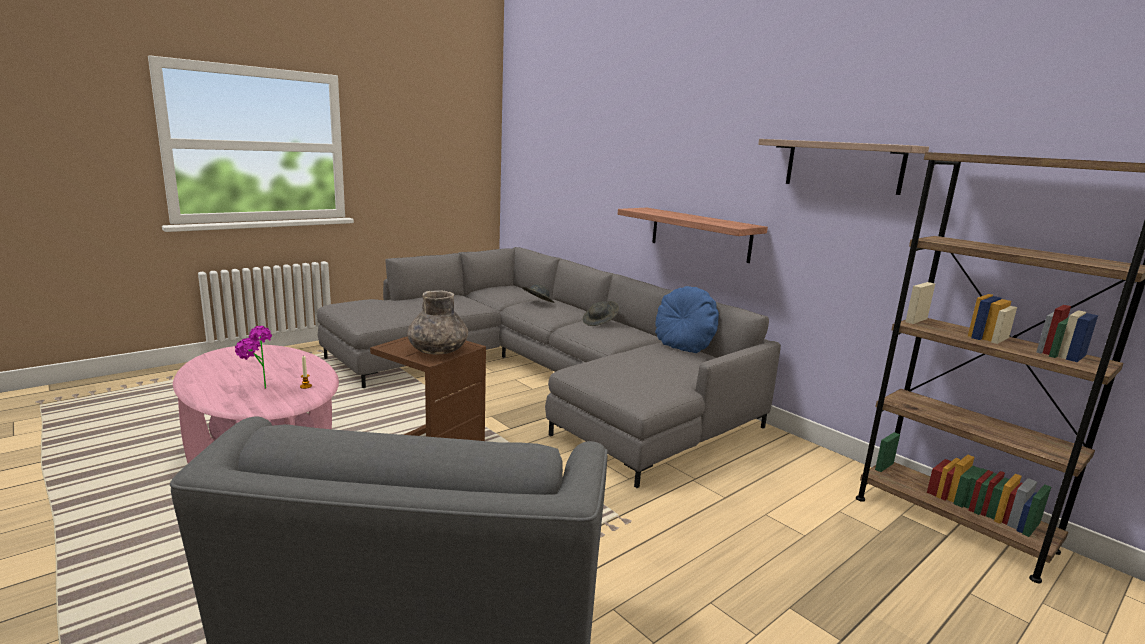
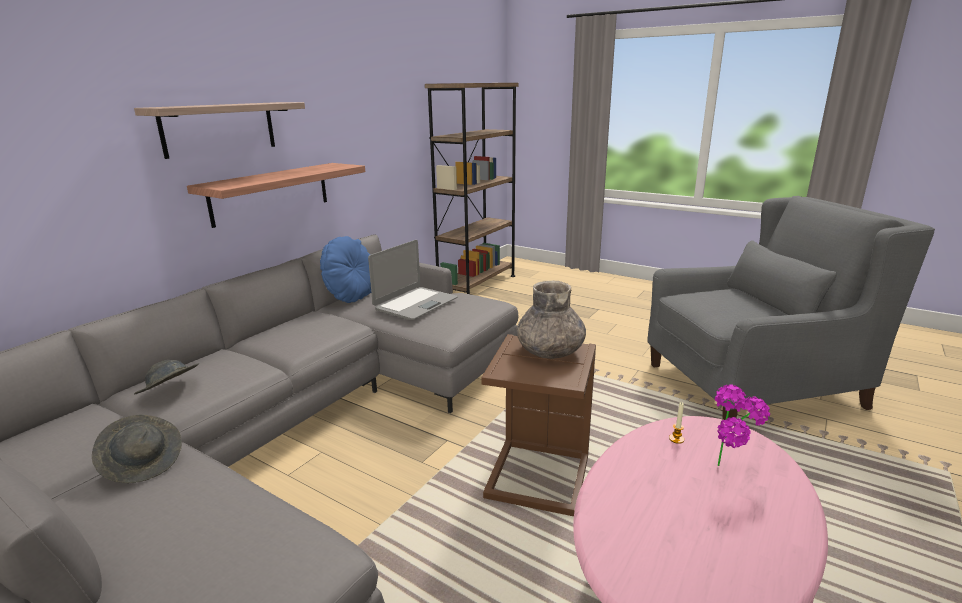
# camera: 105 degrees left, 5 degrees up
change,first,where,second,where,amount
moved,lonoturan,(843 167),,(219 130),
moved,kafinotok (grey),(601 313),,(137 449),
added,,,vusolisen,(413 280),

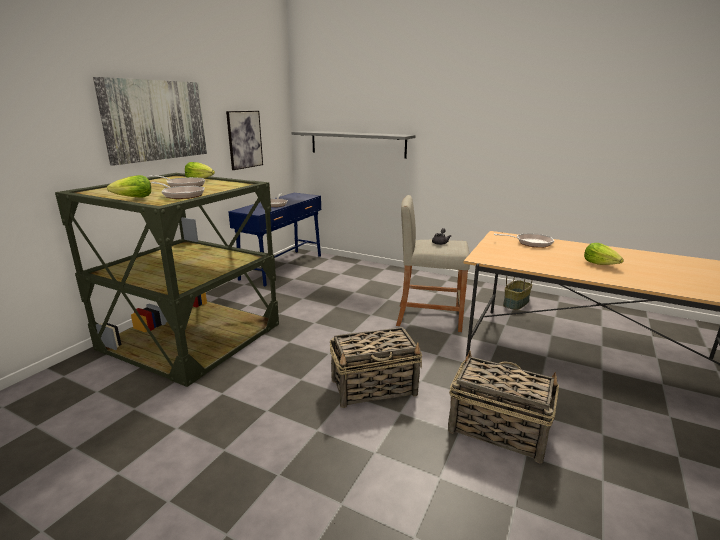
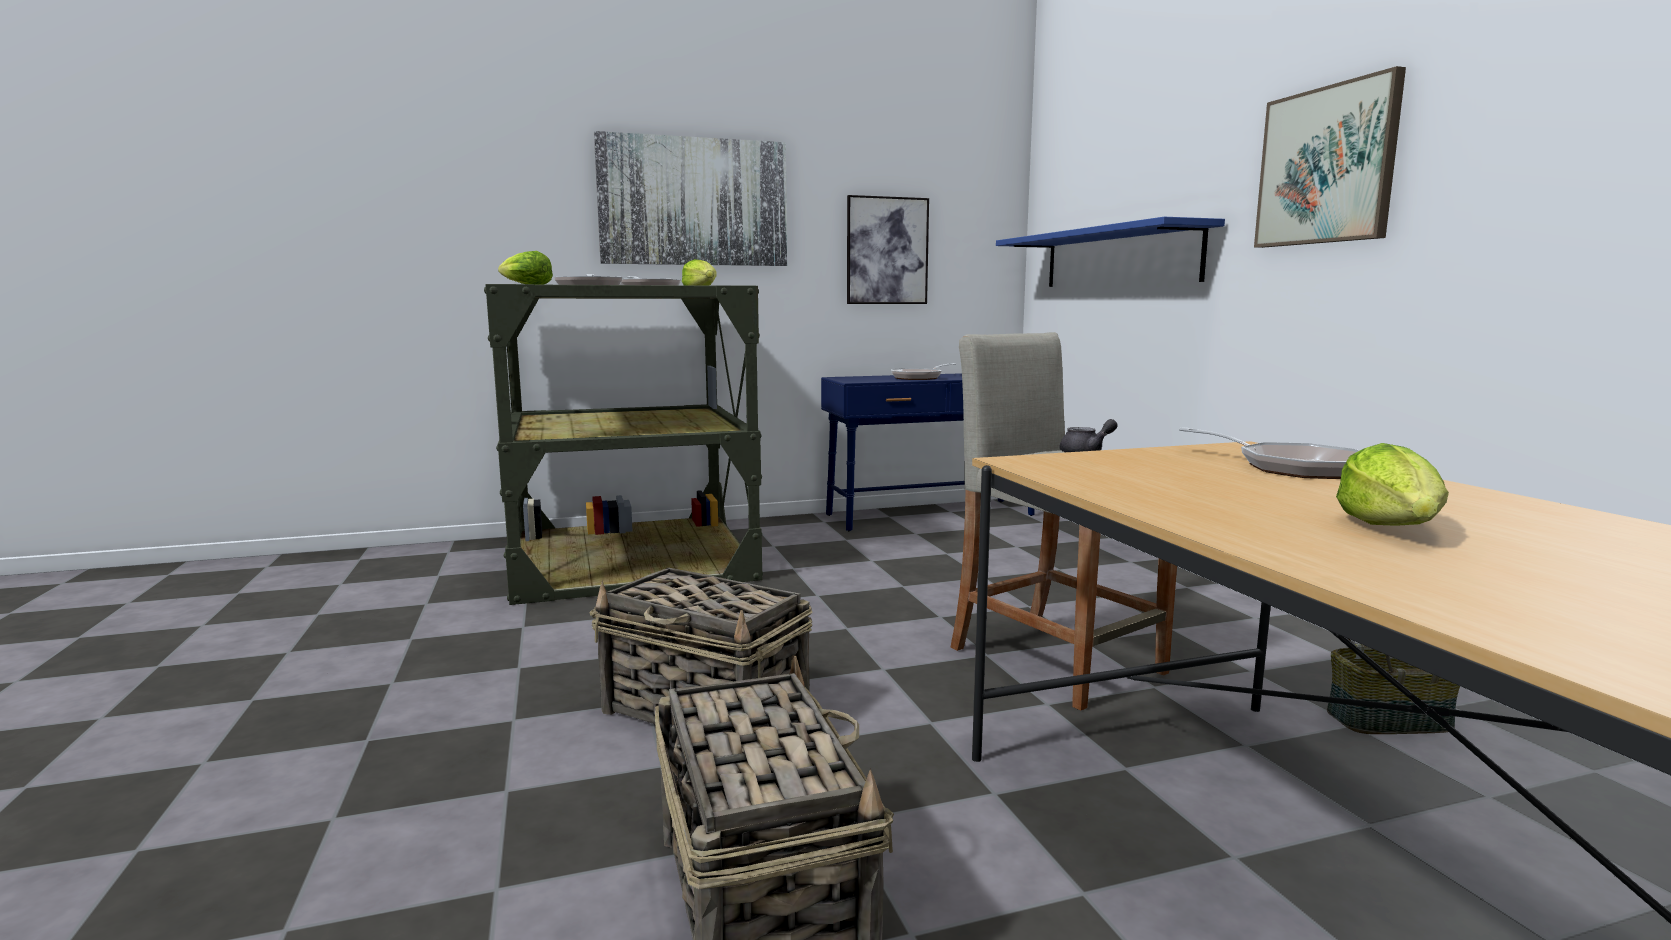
# camera: 45 degrees right, 10 degrees down
change,first,where,second,where,amount
recoloured,lonoturan (grey),(353 145),lonoturan (blue),(1110 252),
added,,,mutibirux,(1330 157),

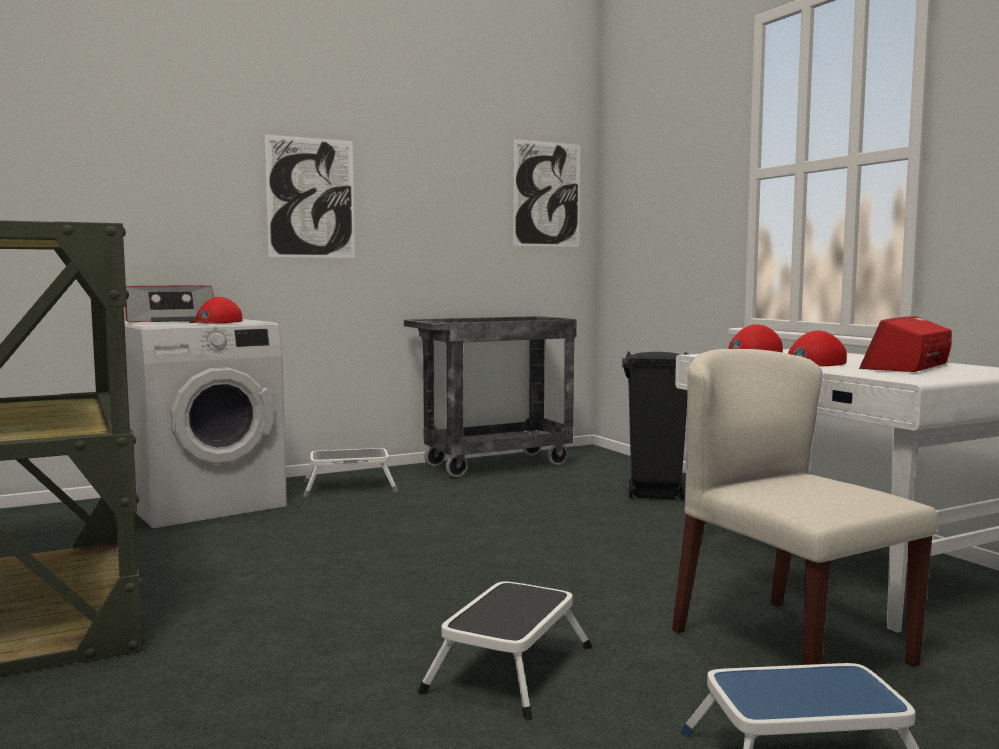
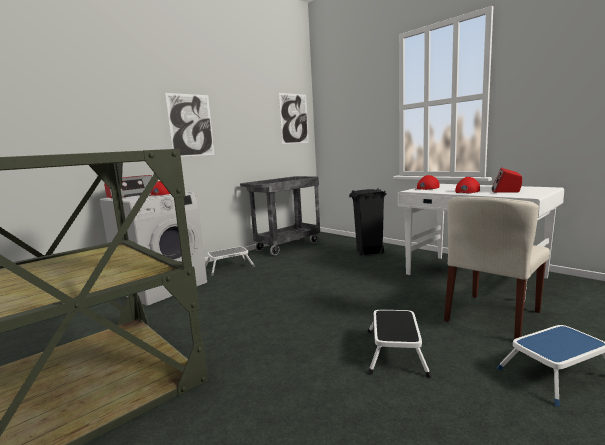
# camera: 15 degrees left, 5 degrees up
change,first,where,second,where,amount
turned,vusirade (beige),(805 508),,(497 268),90 degrees counterclockwise

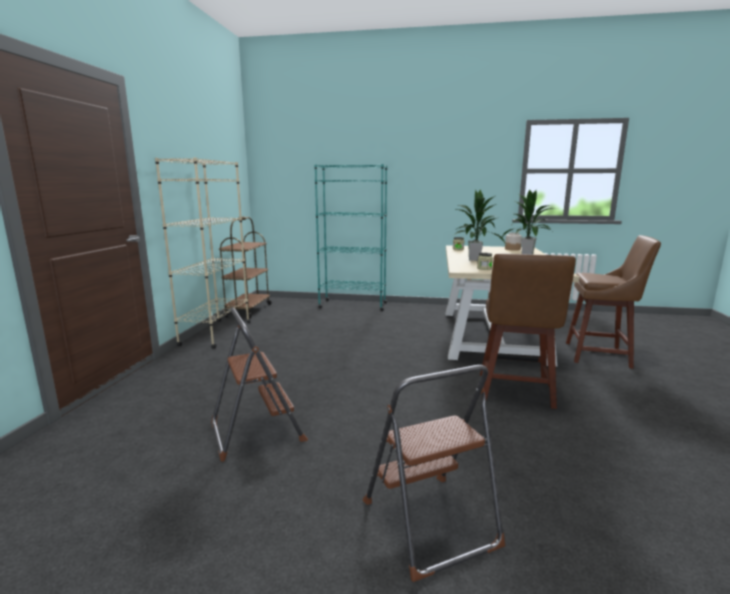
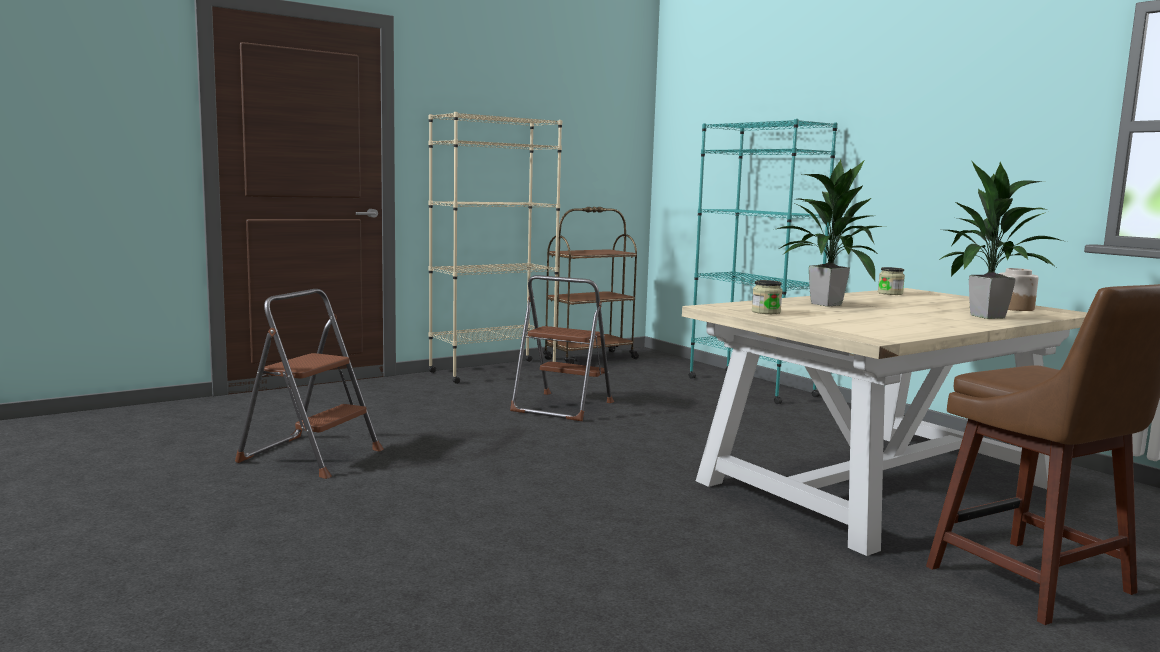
# camera: 45 degrees right, 5 degrees down
change,first,where,second,where,amount
removed,vusirade (brown),(528 331),,,
moved,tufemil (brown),(433 473),,(562 348),

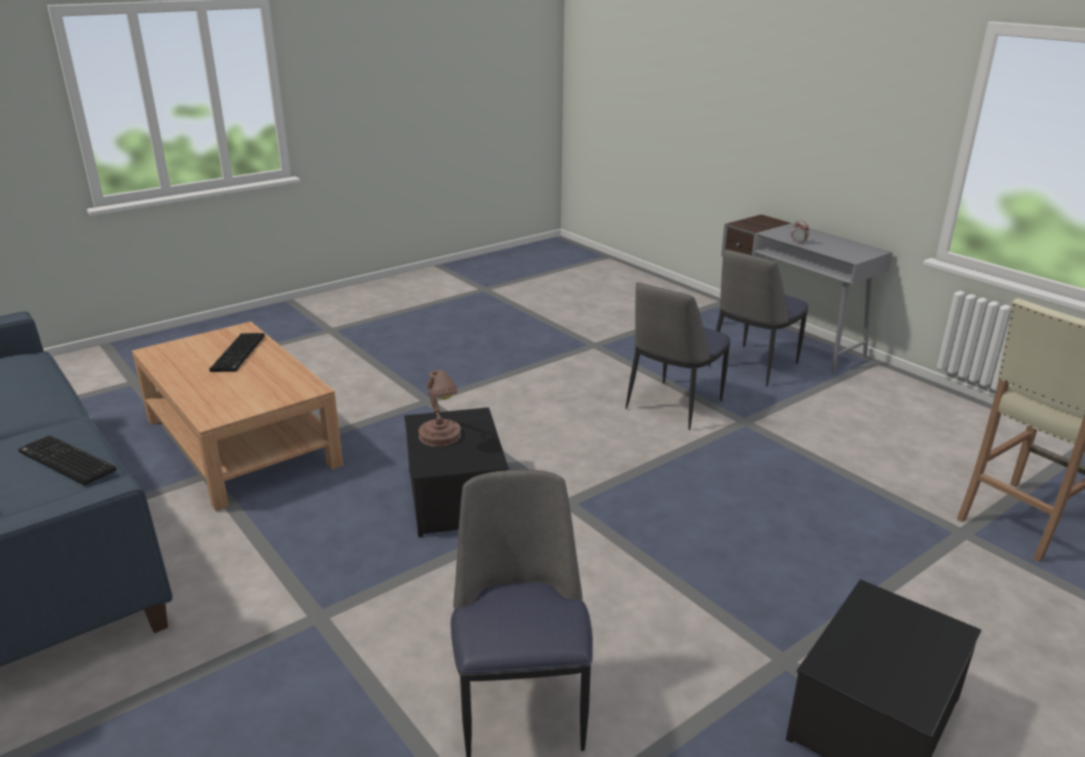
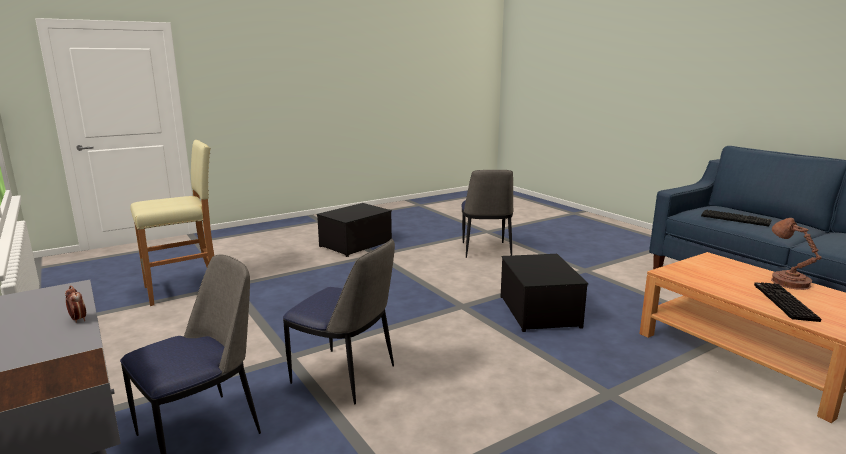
# camera: 175 degrees left, 10 degrees down
change,first,where,second,where,amount
turned,vusirade,(678 356),,(339 321),75 degrees clockwise
moved,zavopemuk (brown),(439 408),,(796 254),

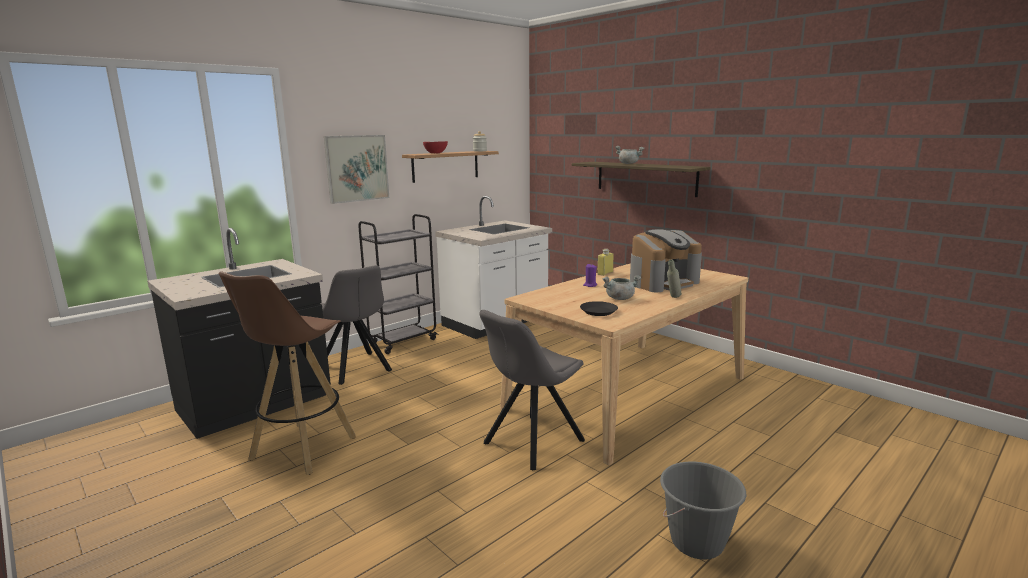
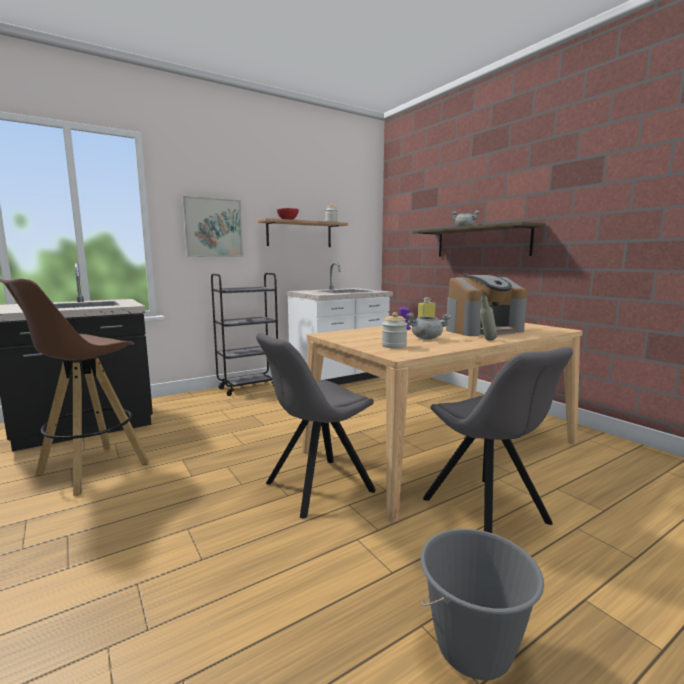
# camera: 10 degrees right, 5 degrees down
change,first,where,second,where,amount
moved,vusirade (grey),(356 325),,(498 440),
replaced,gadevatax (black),(599 308),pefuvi,(395 330),

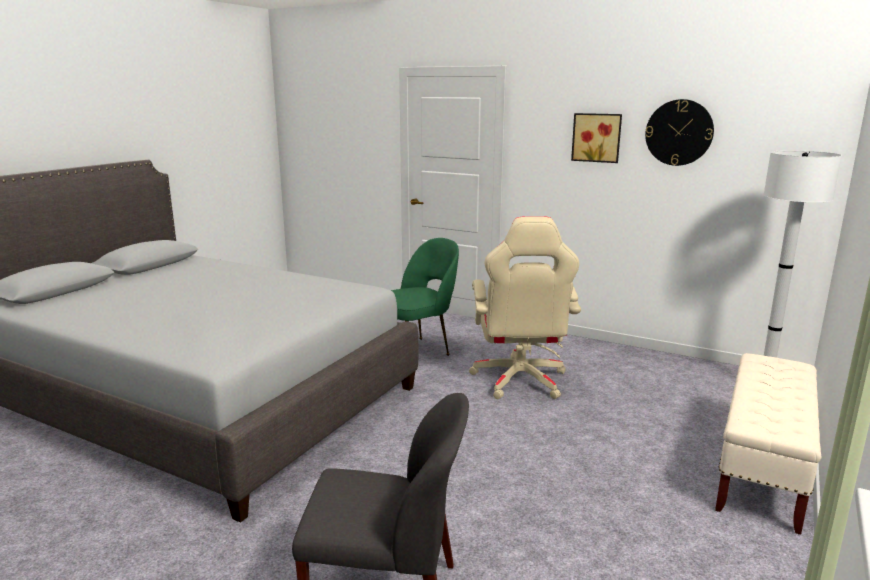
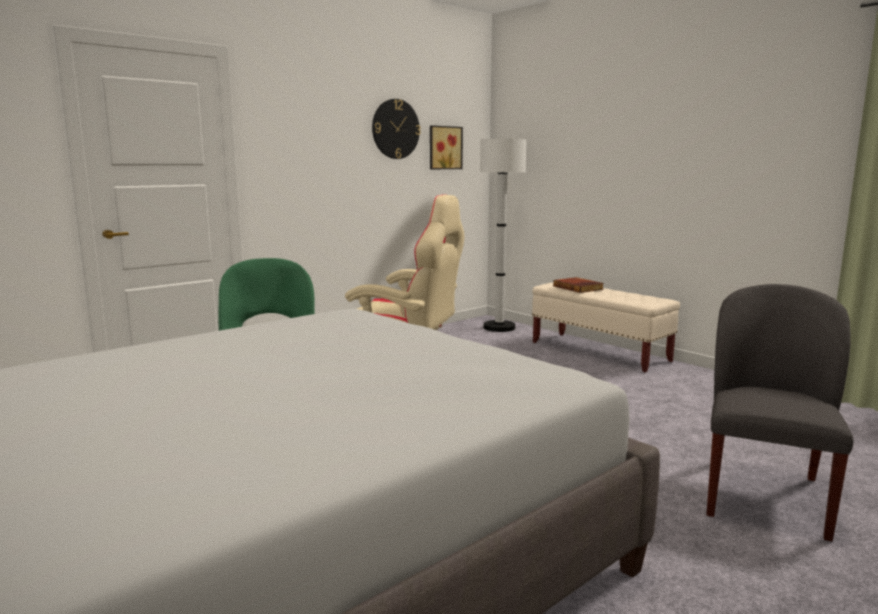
# camera: 70 degrees left, 5 degrees down
change,first,where,second,where,amount
moved,mutibirux,(596 138),,(446 147),
added,,,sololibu,(578 285),

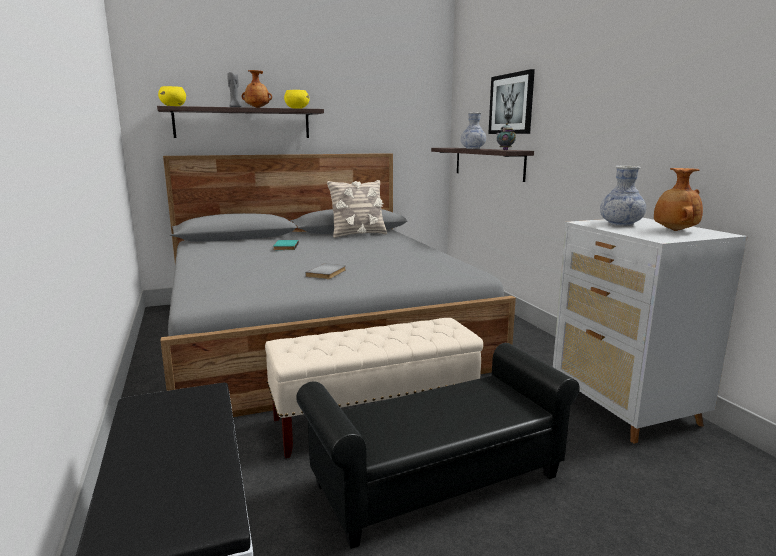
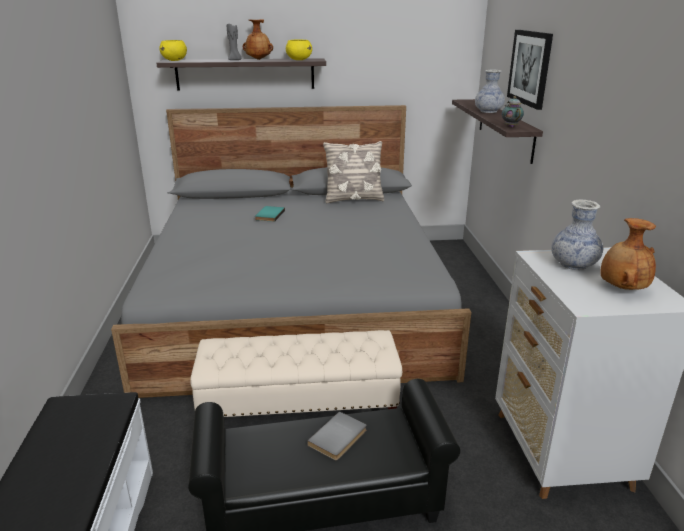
# camera: 15 degrees right, 10 degrees up
change,first,where,second,where,amount
moved,sololibu (grey),(326 271),,(337 435),

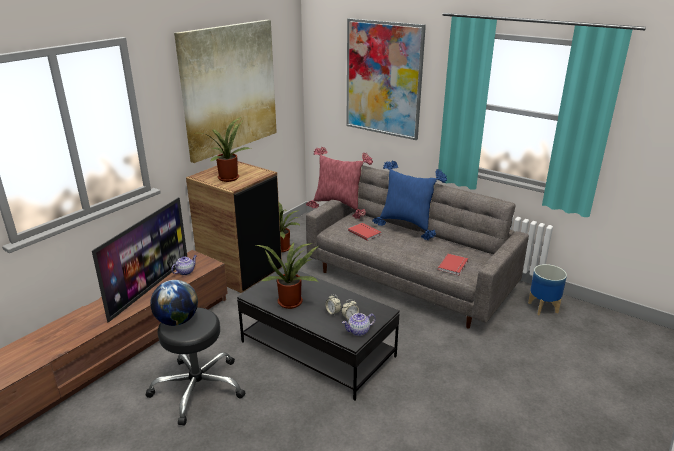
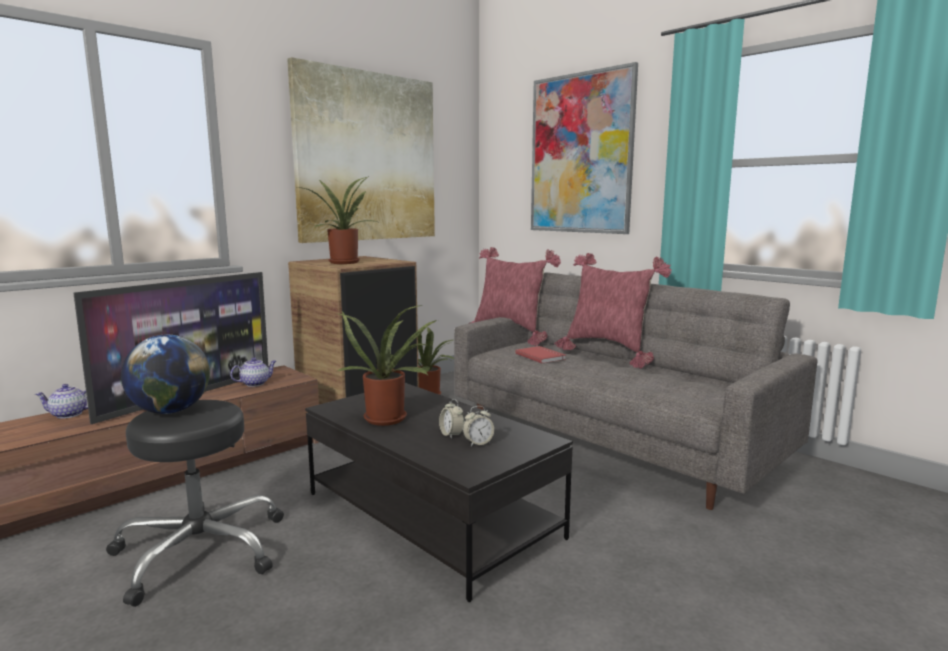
# camera: 10 degrees right, 15 degrees down
change,first,where,second,where,amount
recoloured,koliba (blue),(409 200),koliba (red),(613 311),
removed,sololibu (red),(453 264),,,
removed,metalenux,(547 289),,,
moved,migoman,(359 324),,(61 401),

